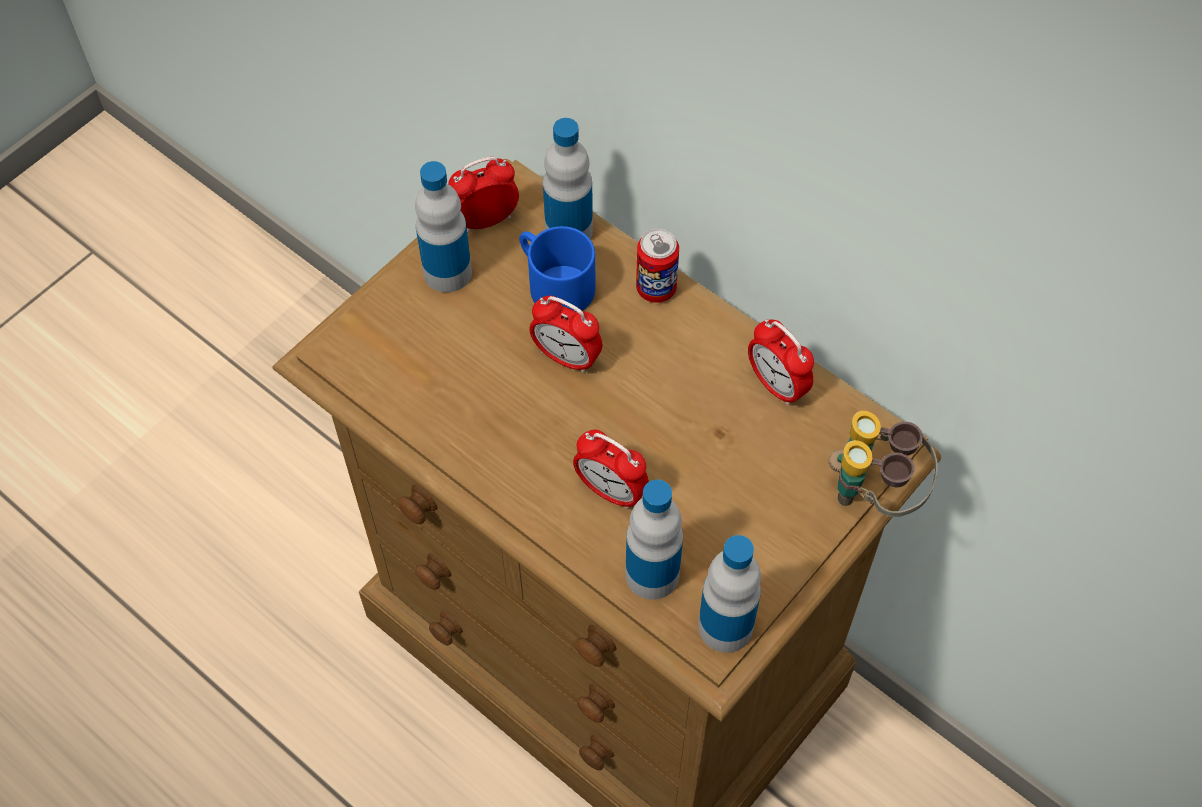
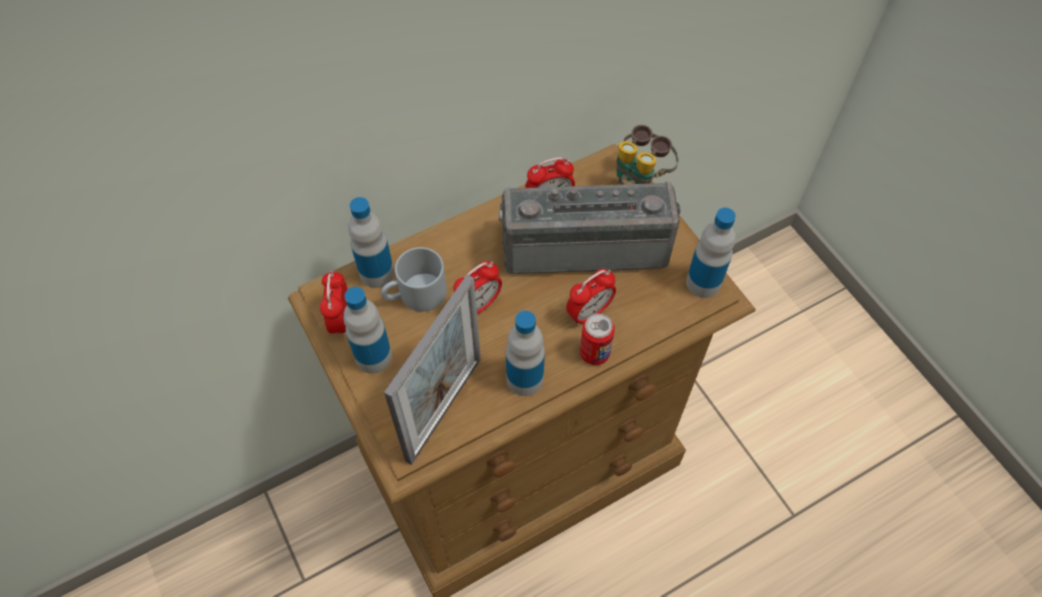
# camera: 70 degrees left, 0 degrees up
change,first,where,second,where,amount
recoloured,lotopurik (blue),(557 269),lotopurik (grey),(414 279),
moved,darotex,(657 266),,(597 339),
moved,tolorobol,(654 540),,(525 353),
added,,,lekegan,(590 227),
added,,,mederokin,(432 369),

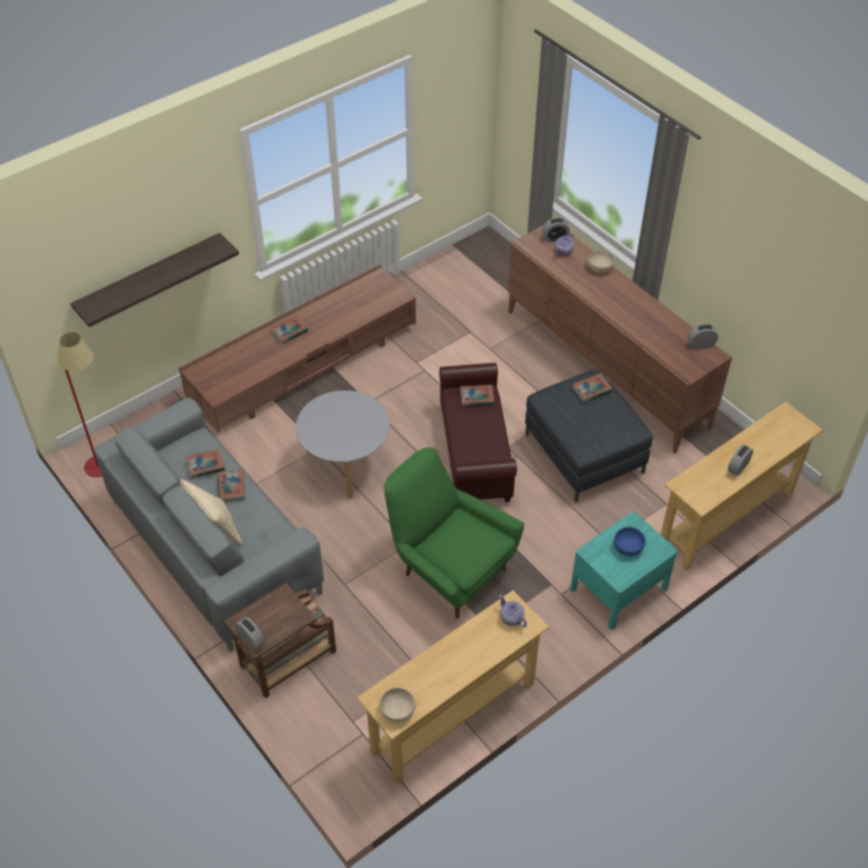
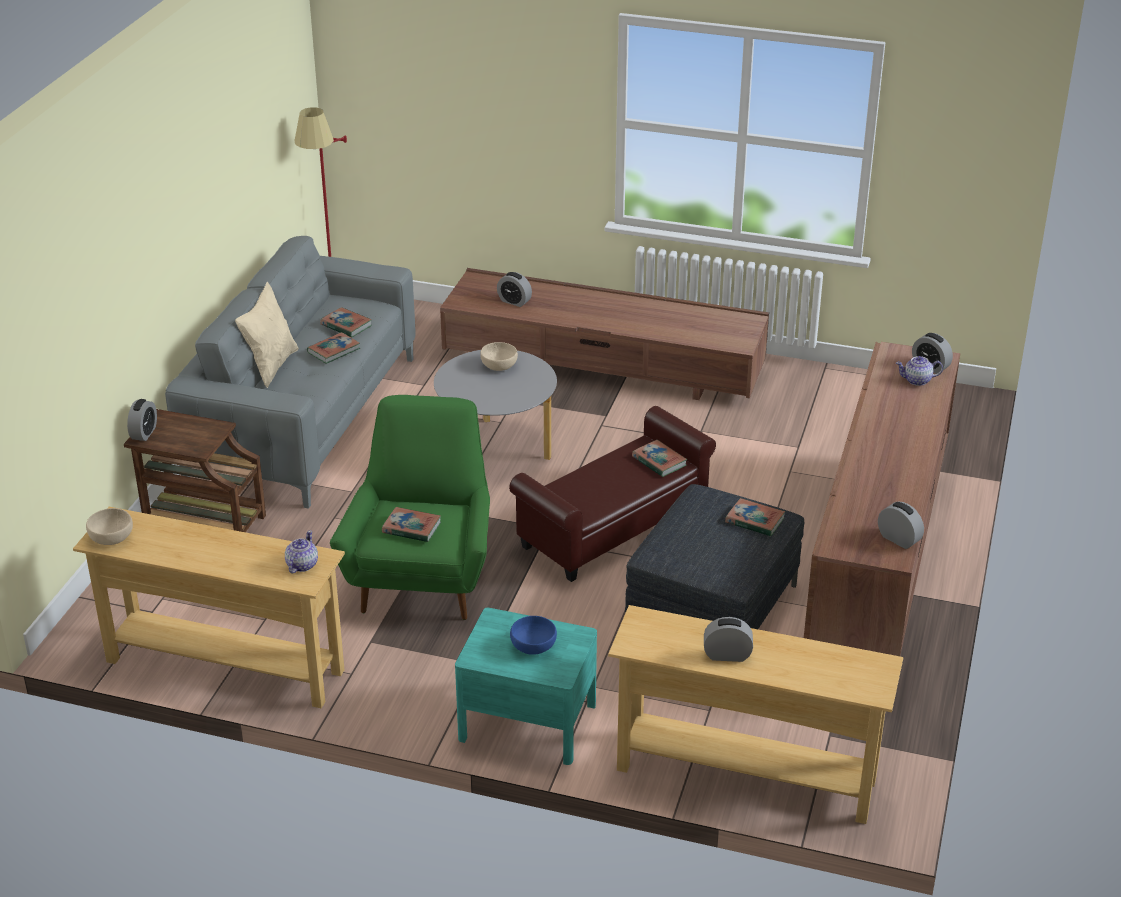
# camera: 55 degrees right, 15 degrees down
change,first,where,second,where,amount
removed,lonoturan,(155 280),,,
moved,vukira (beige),(601 261),,(499 356),
moved,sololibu,(289 329),,(411 524),
added,,,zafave,(514 289),

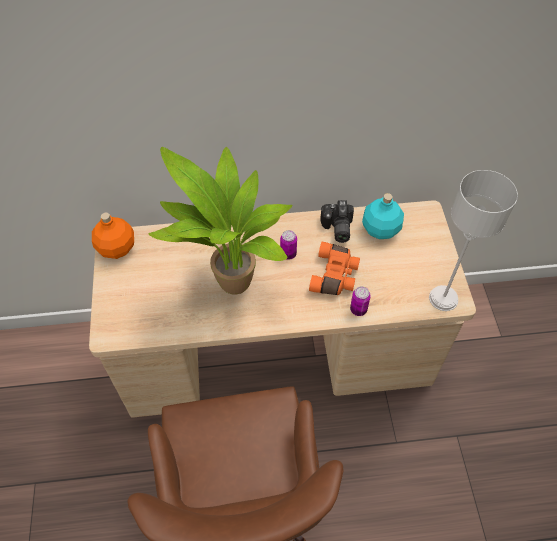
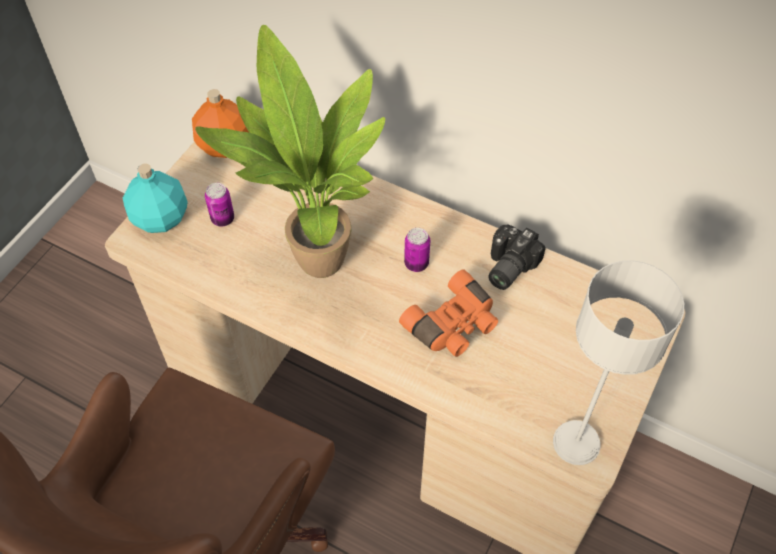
# camera: 35 degrees right, 0 degrees up
change,first,where,second,where,amount
moved,tolorobol (turquoise),(383 216),,(155 198),
moved,darotex,(360 301),,(219 205),

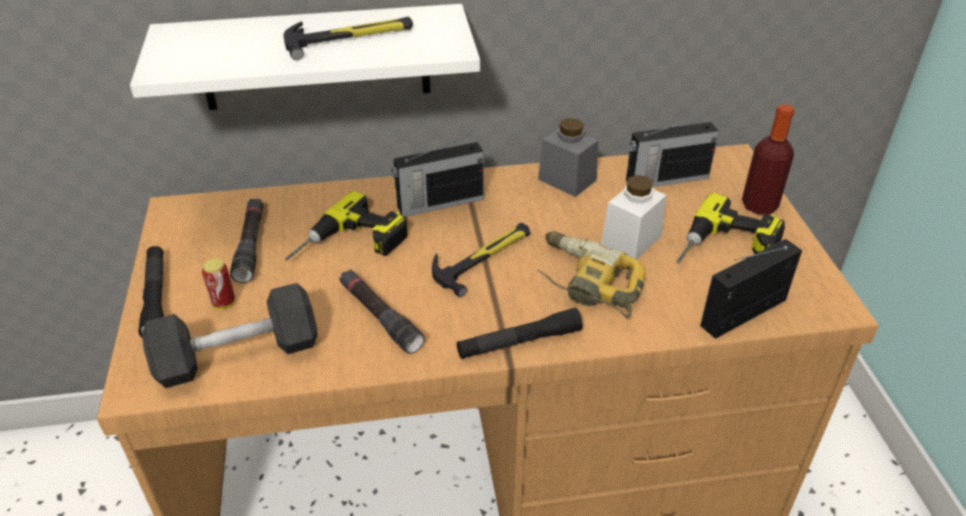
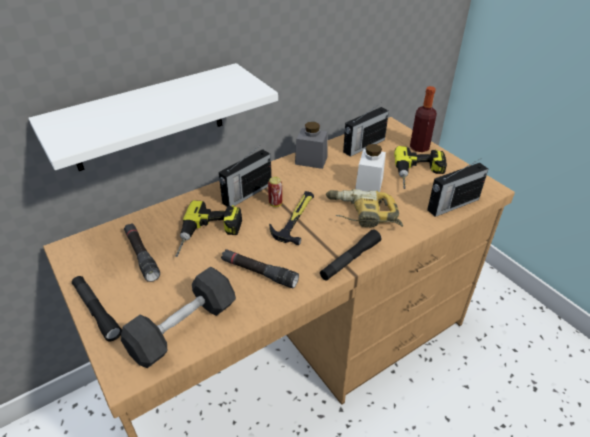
# camera: 25 degrees left, 0 degrees up
change,first,where,second,where,amount
removed,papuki,(348 38),,,
turned,lekegan,(751 289),,(457 188),150 degrees counterclockwise
moved,darotex,(218 283),,(275 192),

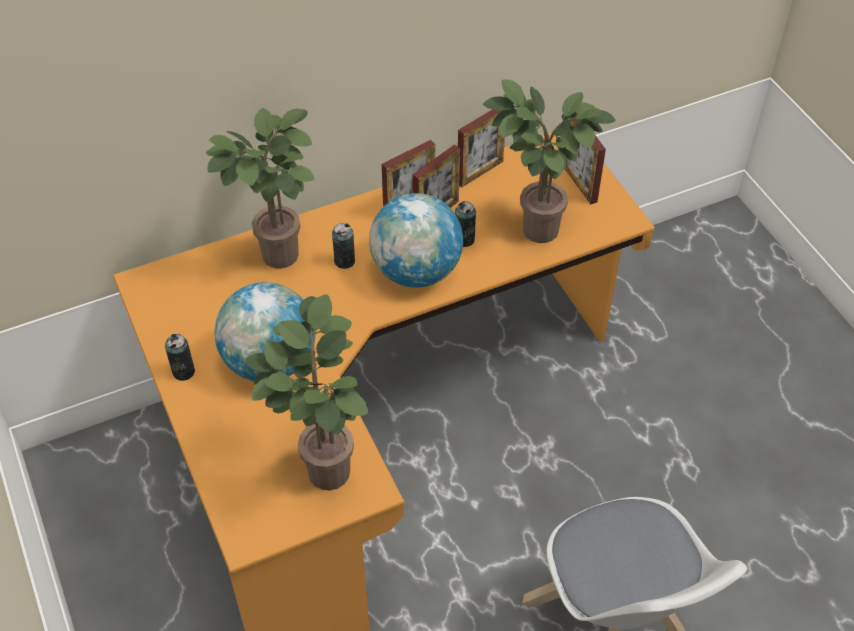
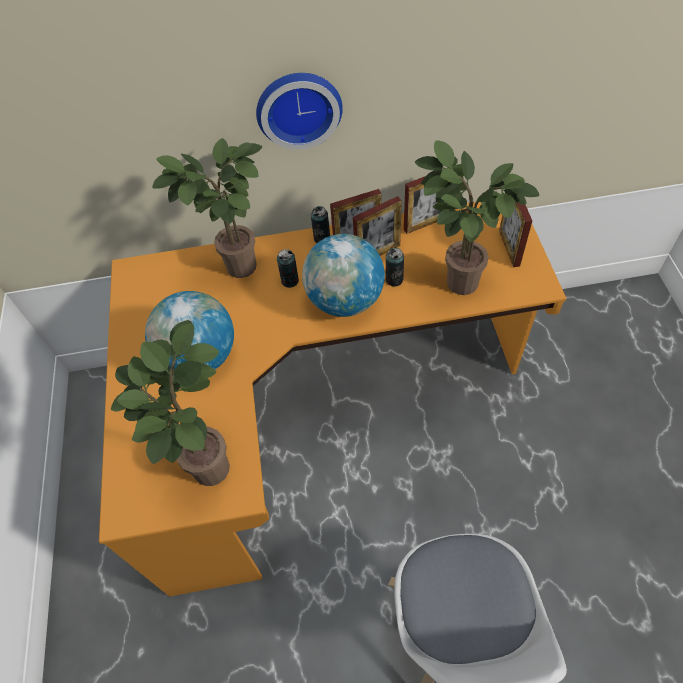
# camera: 20 degrees right, 5 degrees up
change,first,where,second,where,amount
moved,darotex,(180 357),,(320 224),
added,,,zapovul,(299 111),

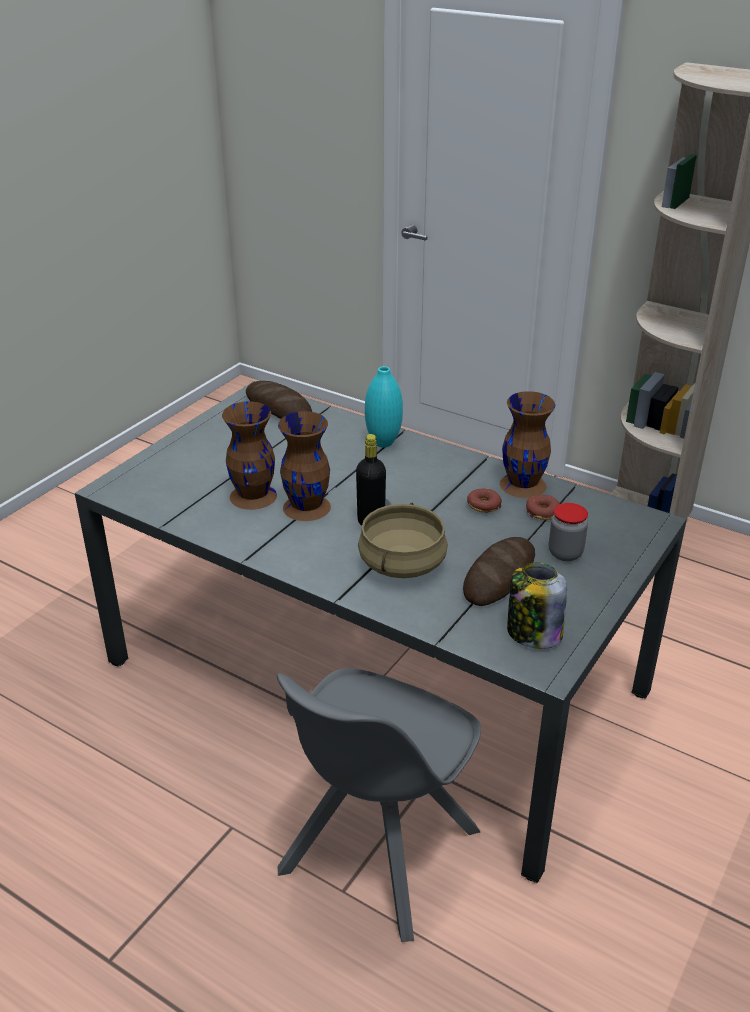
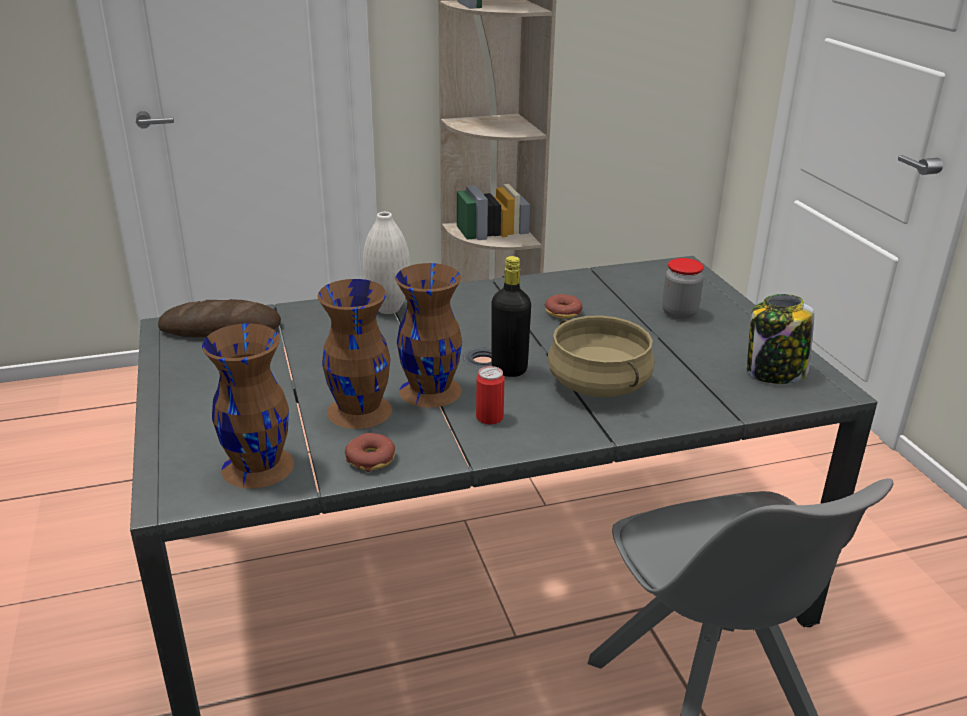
# camera: 50 degrees left, 5 degrees down
change,first,where,second,where,amount
recoloured,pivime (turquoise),(384 406),pivime (white),(386 263),
moved,pivime (brown),(527 444),,(248 406),
moved,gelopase,(543 507),,(370 452),
removed,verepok,(499 571),,,
added,,,darotex,(490 395),

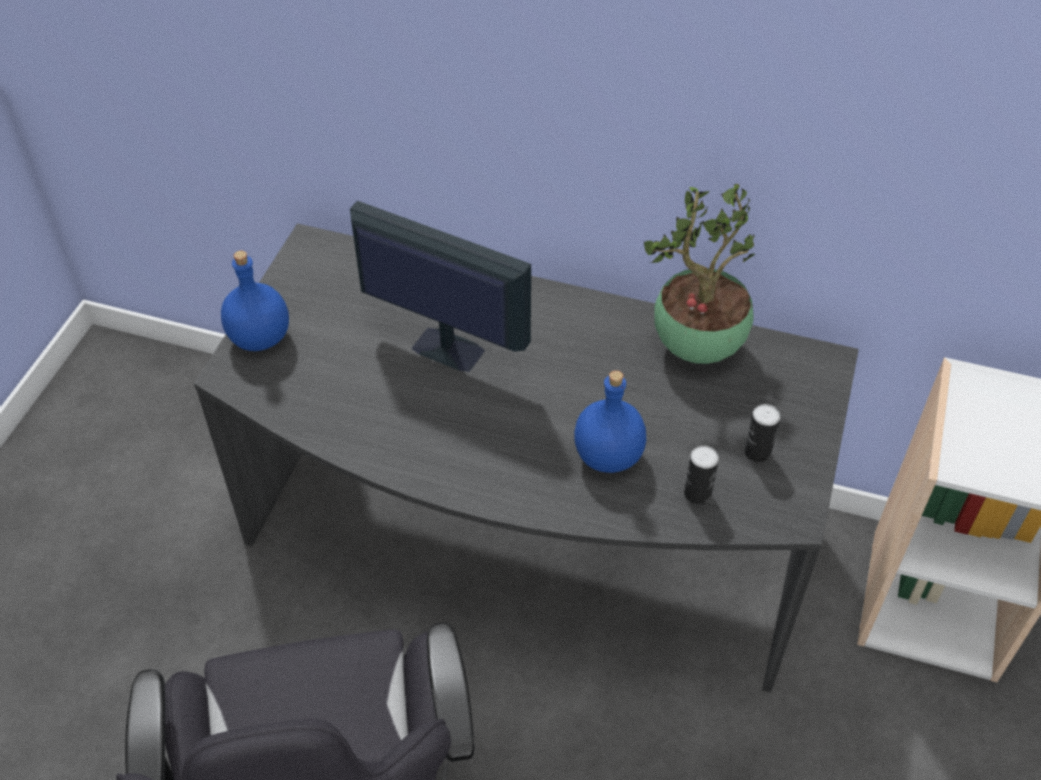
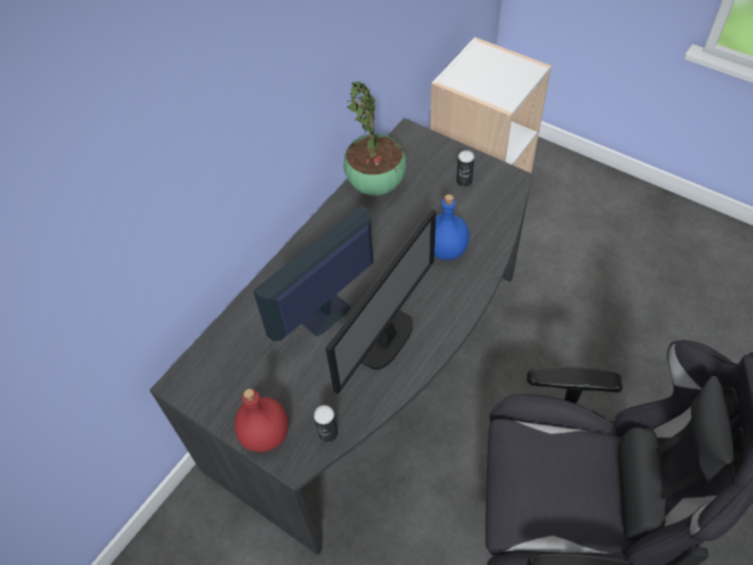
# camera: 70 degrees left, 5 degrees up
change,first,where,second,where,amount
recoloured,tolorobol (blue),(255 301),tolorobol (red),(261 420),
moved,darotex,(701 475),,(326 424),
added,,,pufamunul,(381 301),

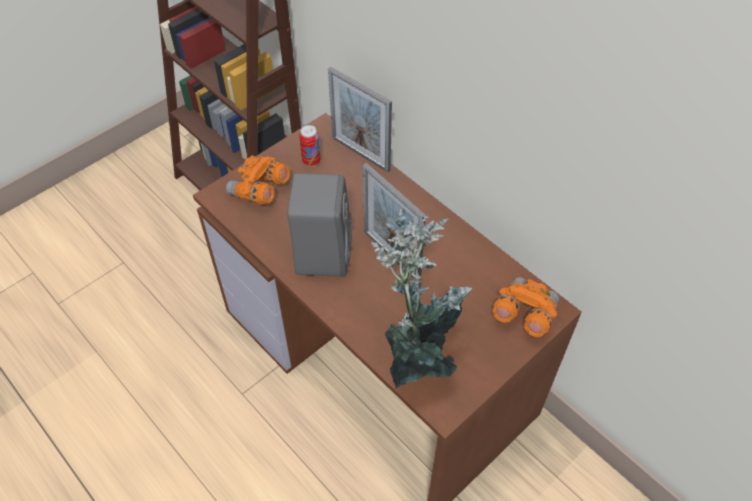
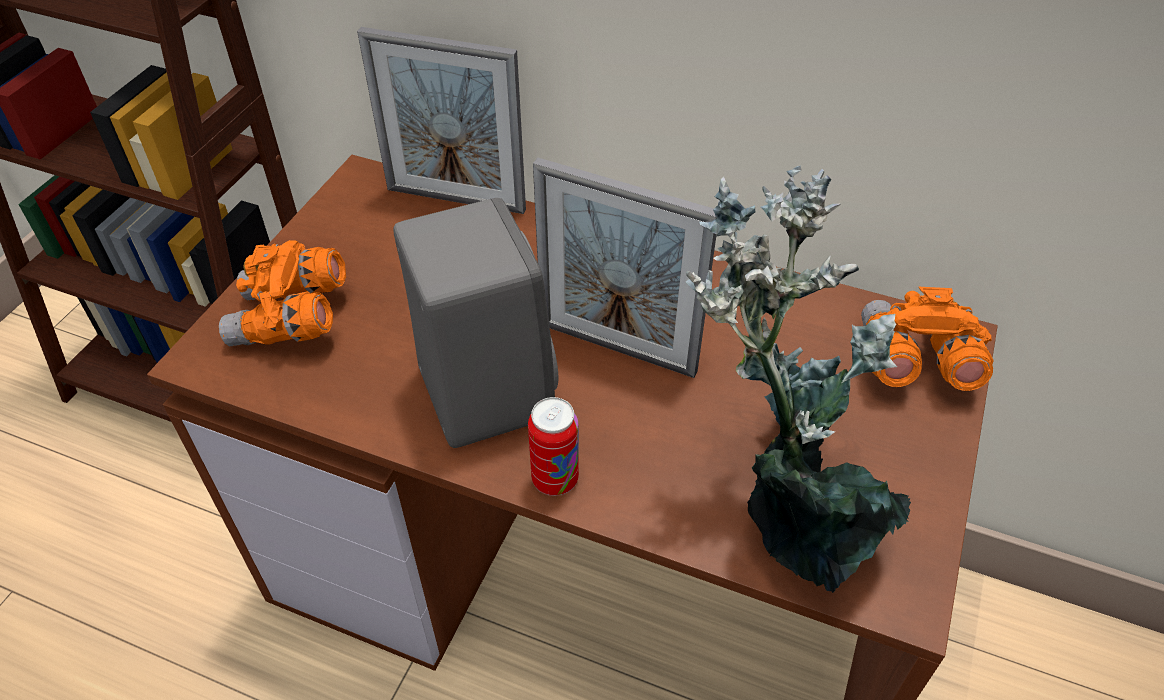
# camera: 25 degrees left, 5 degrees down
change,first,where,second,where,amount
moved,darotex,(310 145),,(553 446),

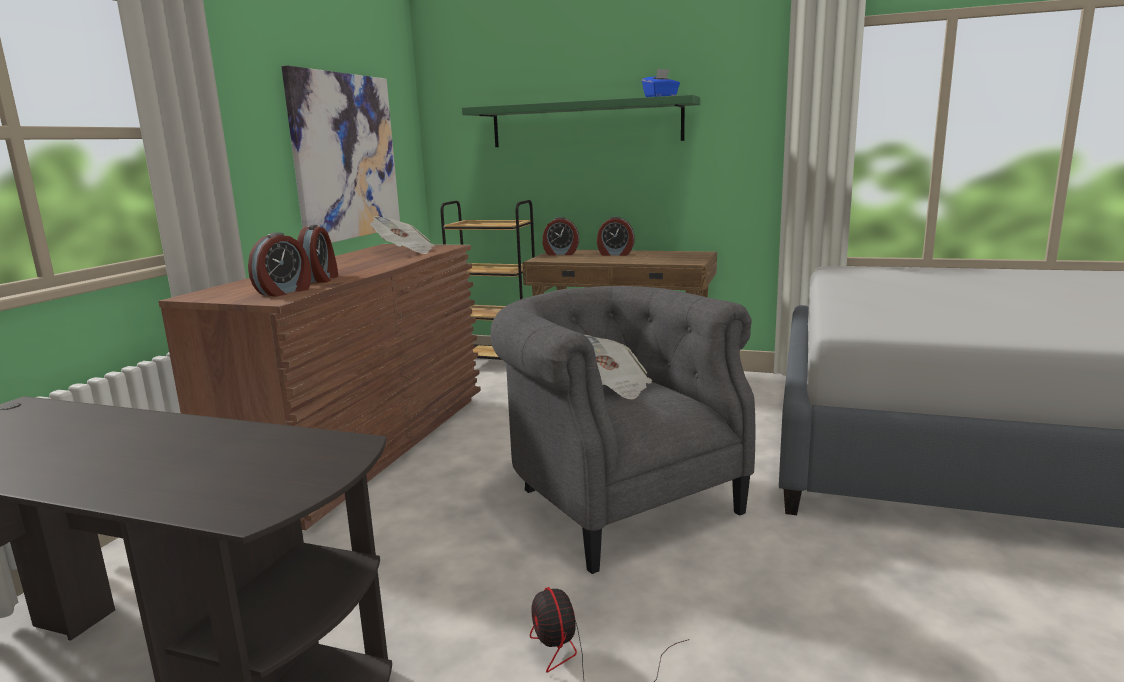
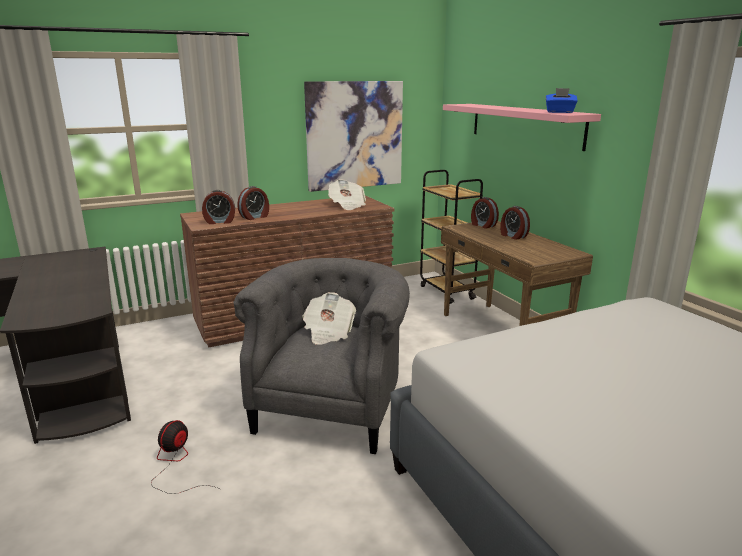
# camera: 45 degrees right, 5 degrees up
change,first,where,second,where,amount
recoloured,lonoturan (green),(581 121),lonoturan (pink),(522 127),

